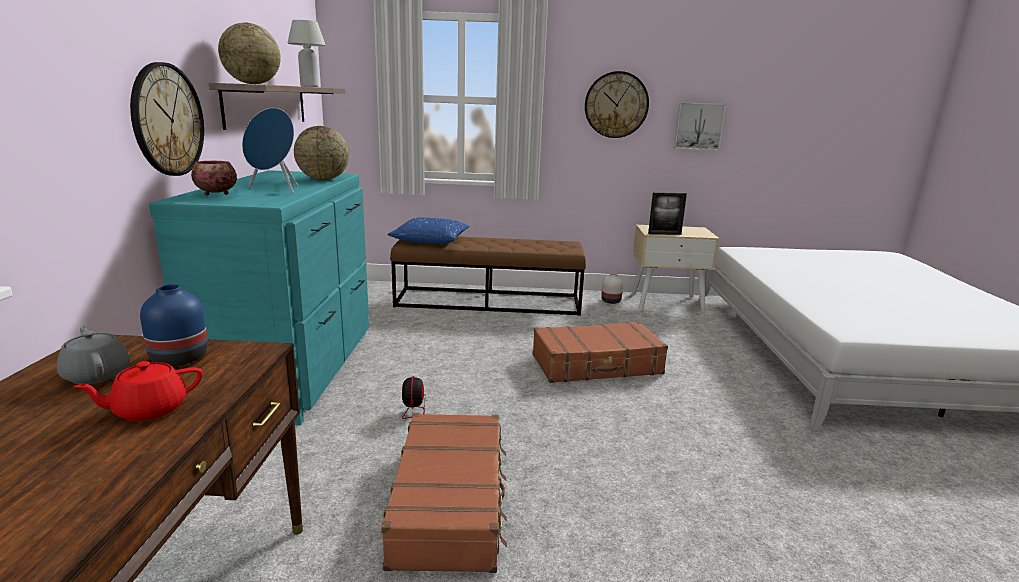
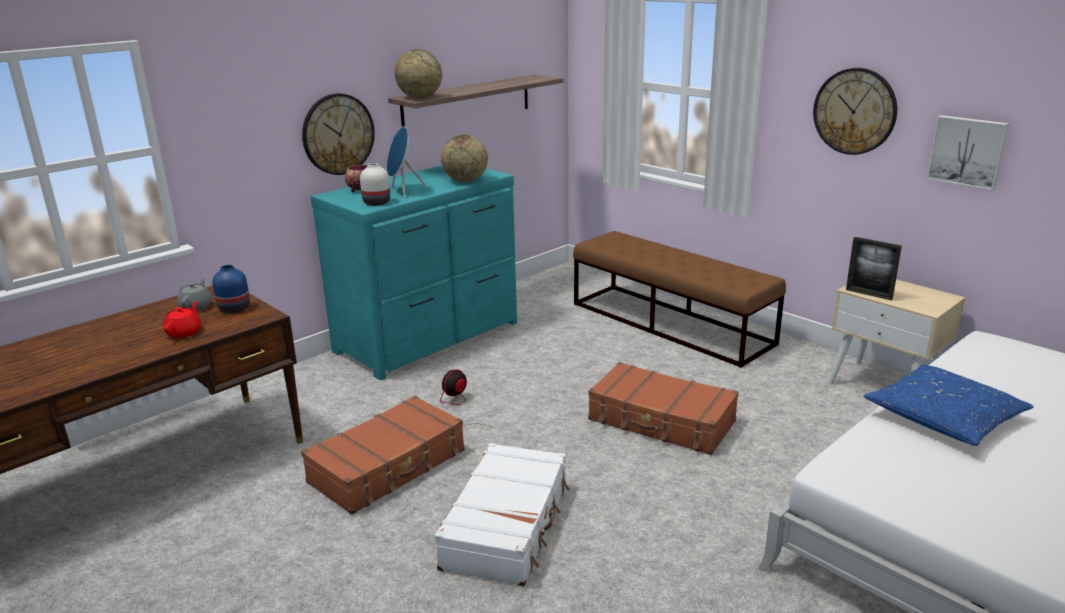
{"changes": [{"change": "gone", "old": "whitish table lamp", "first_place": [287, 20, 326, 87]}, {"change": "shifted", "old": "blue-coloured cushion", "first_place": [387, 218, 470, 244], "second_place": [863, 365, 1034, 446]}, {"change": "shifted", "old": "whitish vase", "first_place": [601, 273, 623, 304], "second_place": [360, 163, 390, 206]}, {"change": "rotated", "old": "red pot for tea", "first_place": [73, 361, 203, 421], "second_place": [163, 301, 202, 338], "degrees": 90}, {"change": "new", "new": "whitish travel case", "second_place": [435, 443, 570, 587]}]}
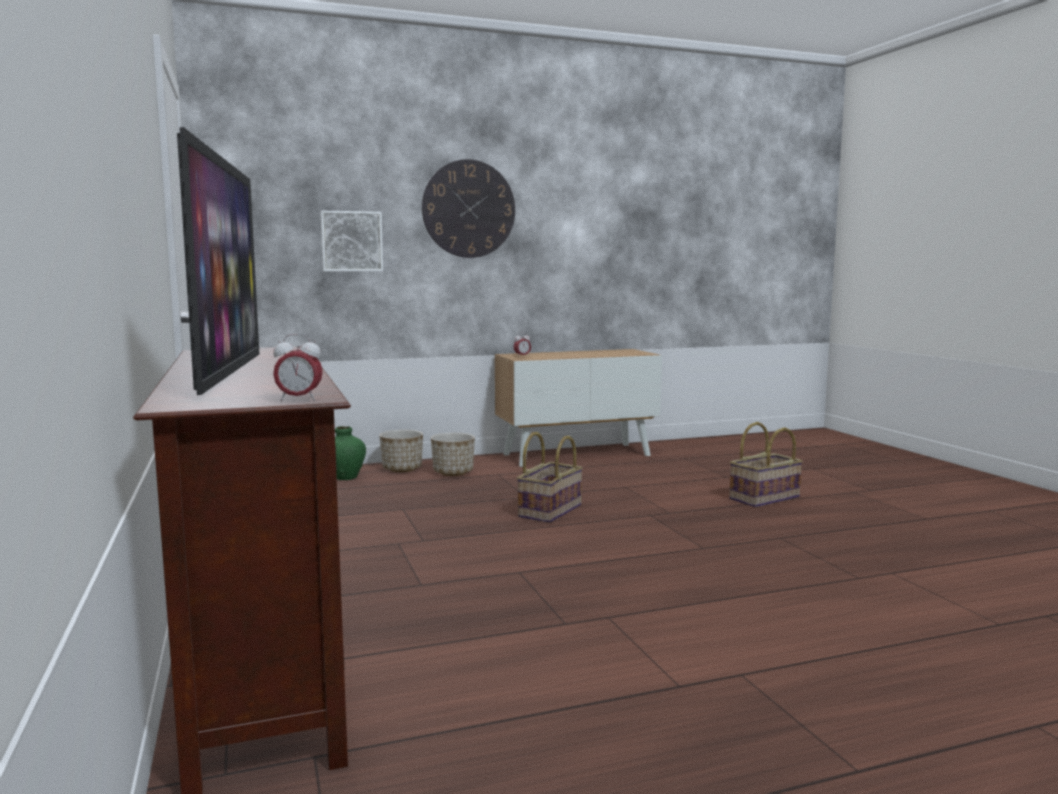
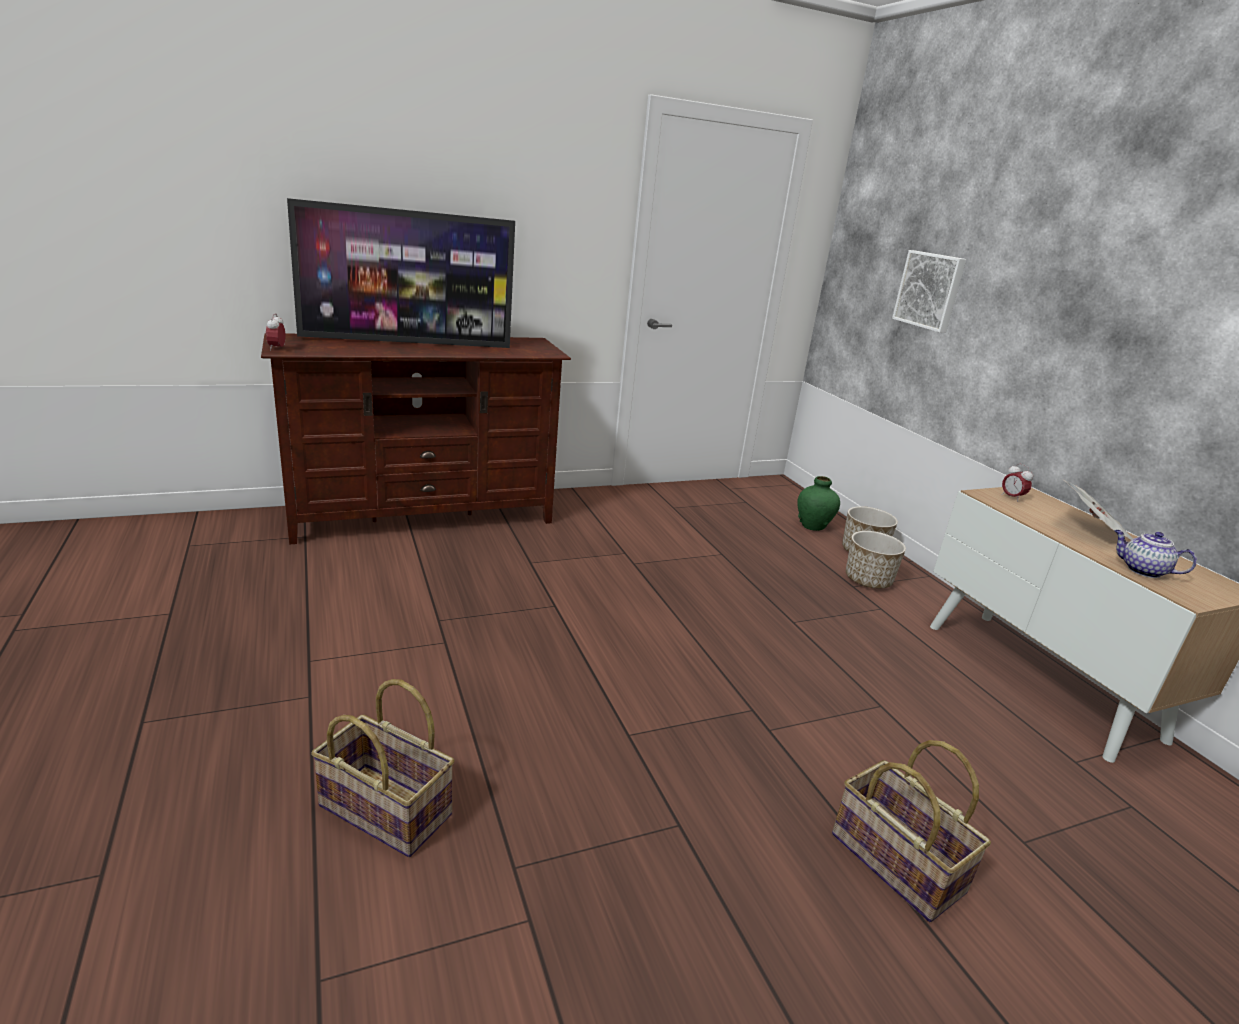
{"changes": [{"change": "gone", "old": "hanging clock", "first_place": [422, 159, 515, 258]}, {"change": "shifted", "old": "storage basket", "first_place": [517, 432, 583, 523], "second_place": [311, 679, 455, 857]}, {"change": "new", "new": "newspaper", "second_place": [1062, 479, 1133, 540]}, {"change": "new", "new": "pot for tea", "second_place": [1114, 530, 1197, 578]}]}
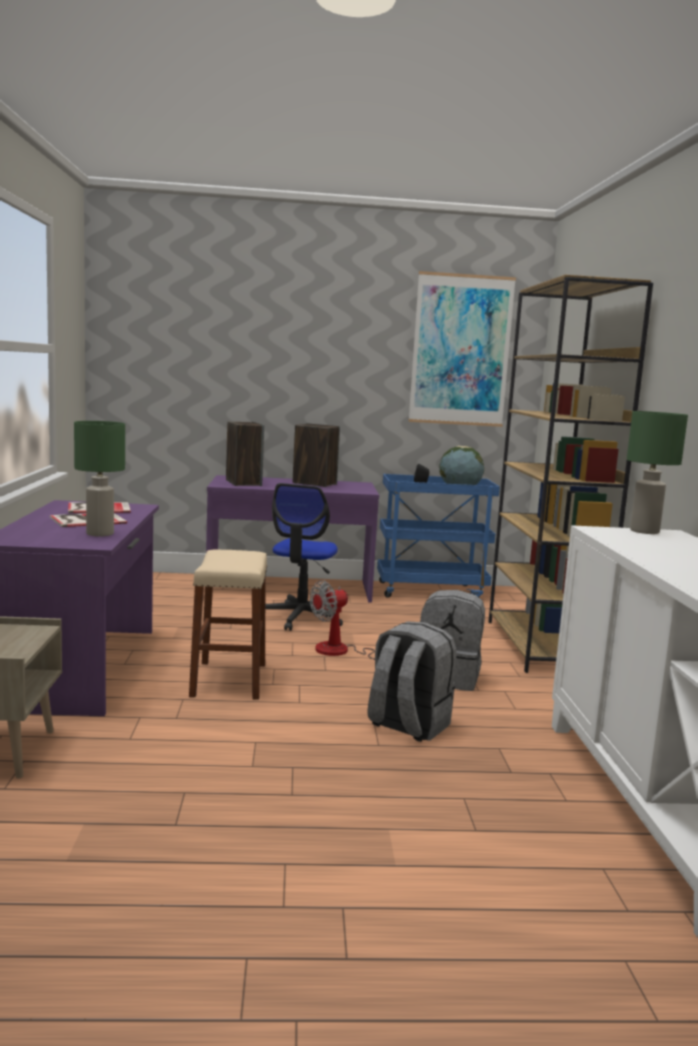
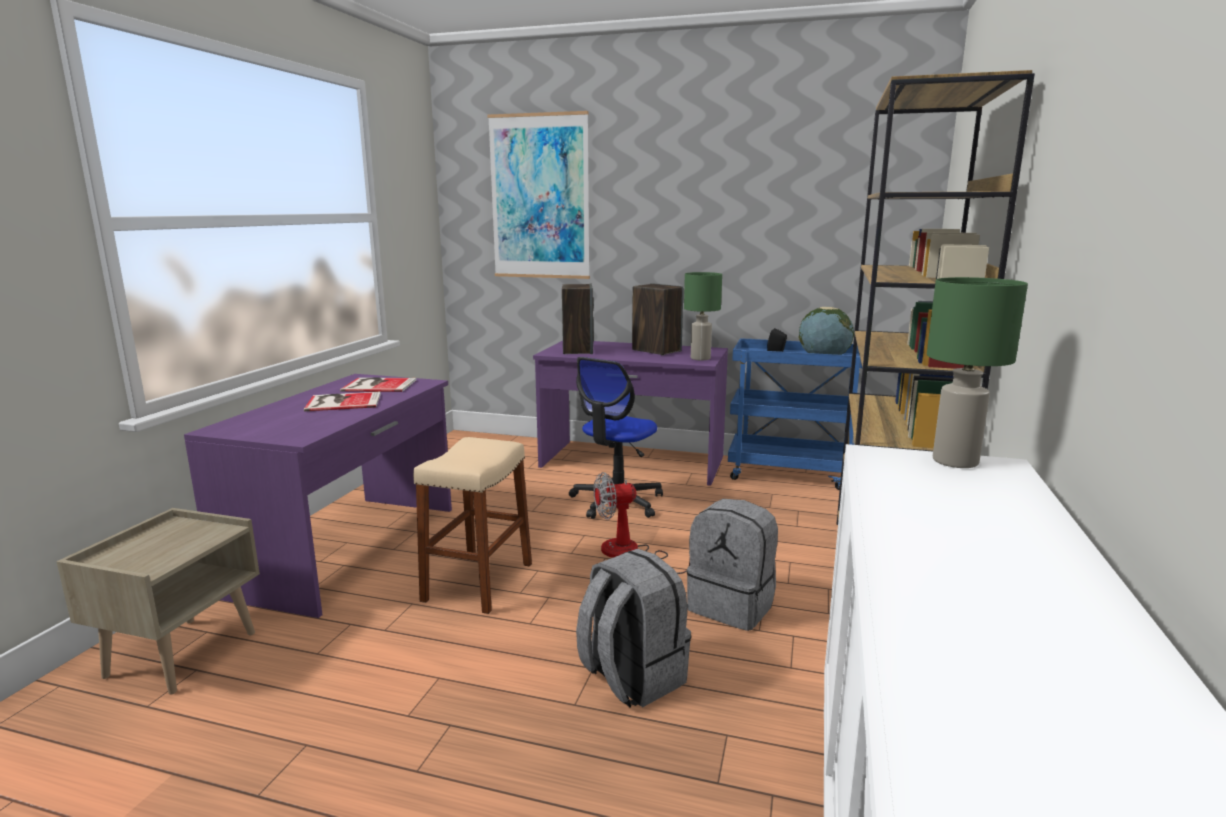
{"changes": [{"change": "shifted", "old": "wall picture", "first_place": [408, 271, 516, 427], "second_place": [488, 111, 590, 279]}, {"change": "shifted", "old": "green table lamp", "first_place": [74, 421, 125, 536], "second_place": [684, 272, 722, 360]}]}
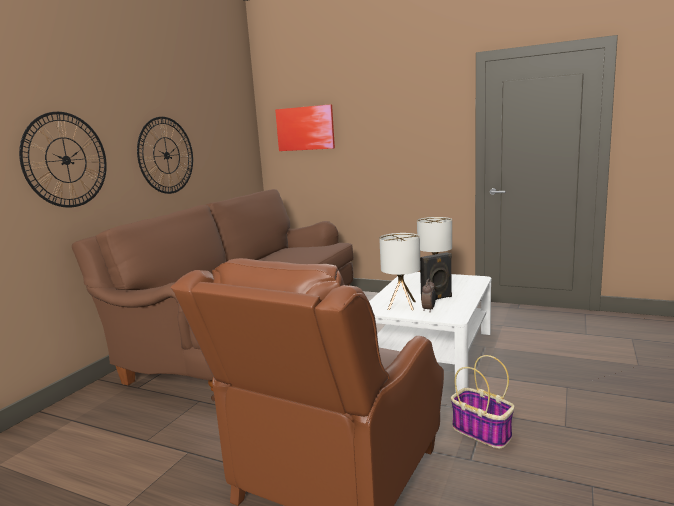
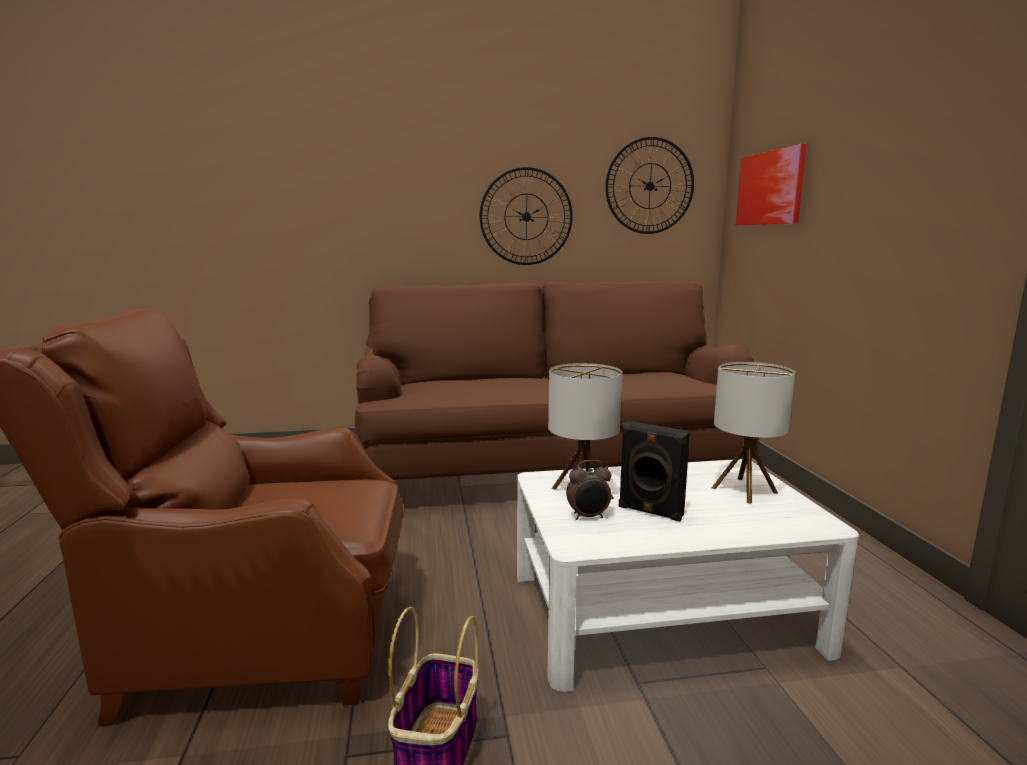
{"changes": [{"change": "shifted", "old": "hanging clock", "first_place": [19, 112, 107, 208], "second_place": [605, 137, 694, 234]}]}
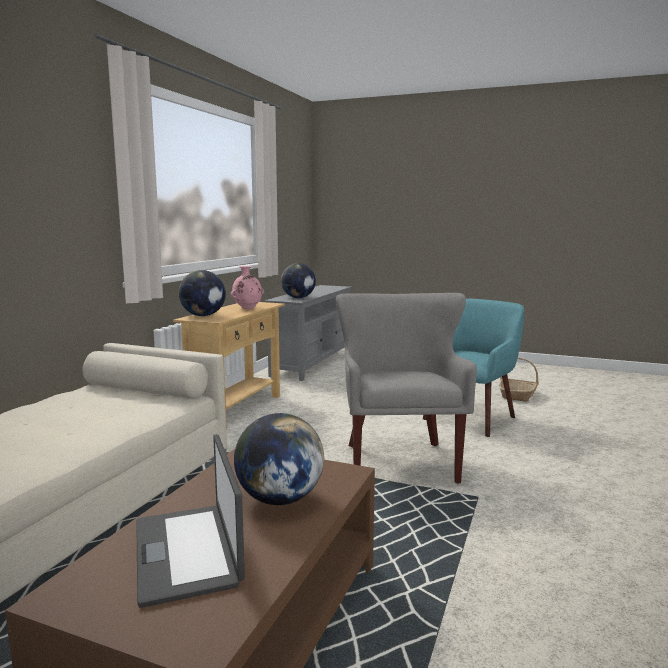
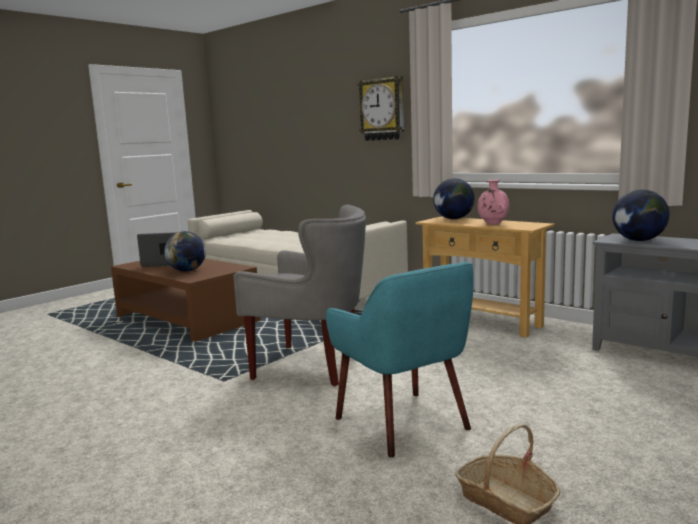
{"changes": [{"change": "new", "new": "hanging clock", "second_place": [357, 76, 404, 141]}]}
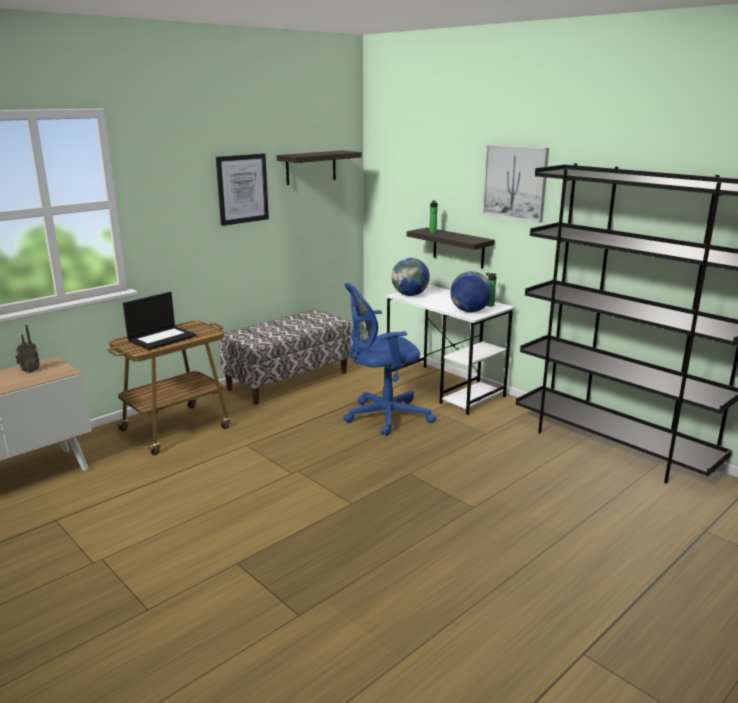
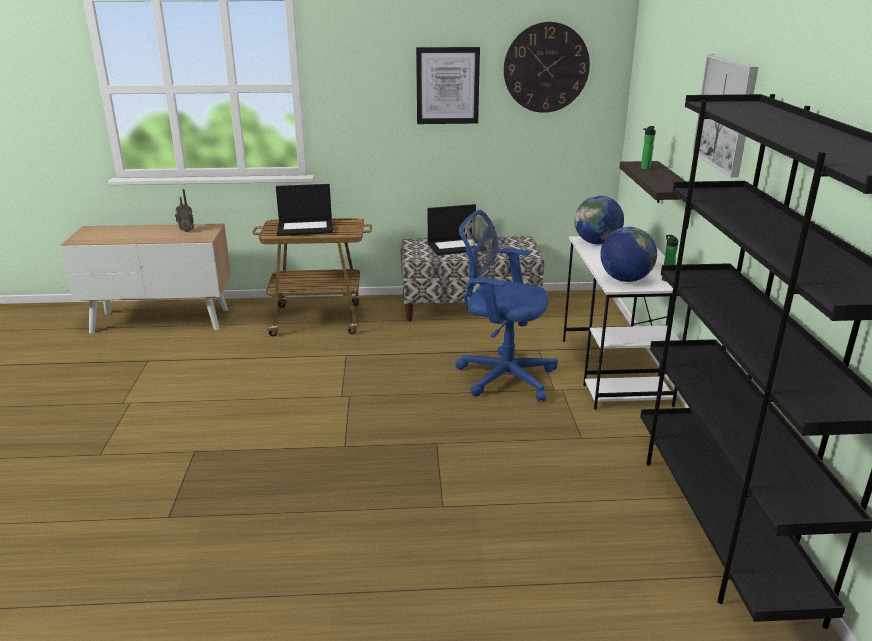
{"changes": [{"change": "swapped", "old": "shelf", "new": "hanging clock", "first_place": [277, 150, 362, 185], "second_place": [504, 22, 590, 113]}, {"change": "new", "new": "notebook computer", "second_place": [428, 204, 478, 255]}]}
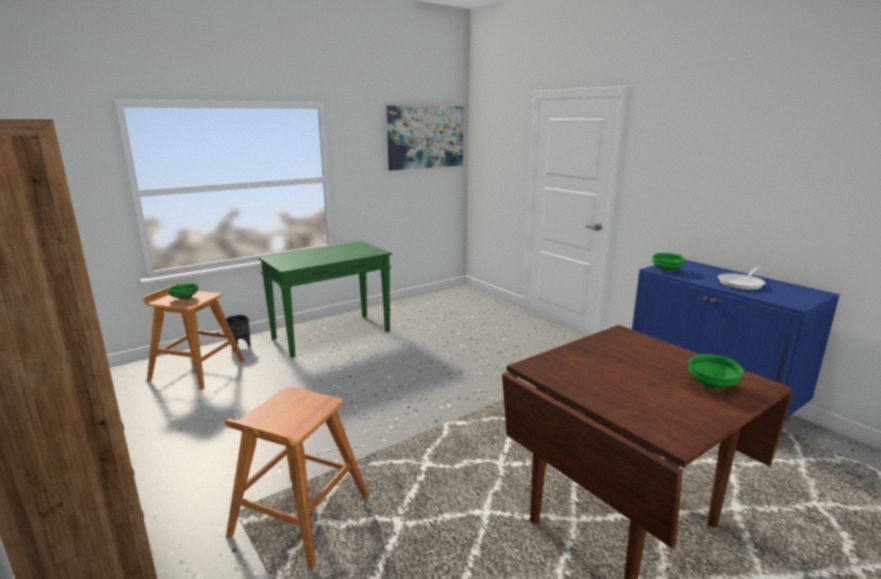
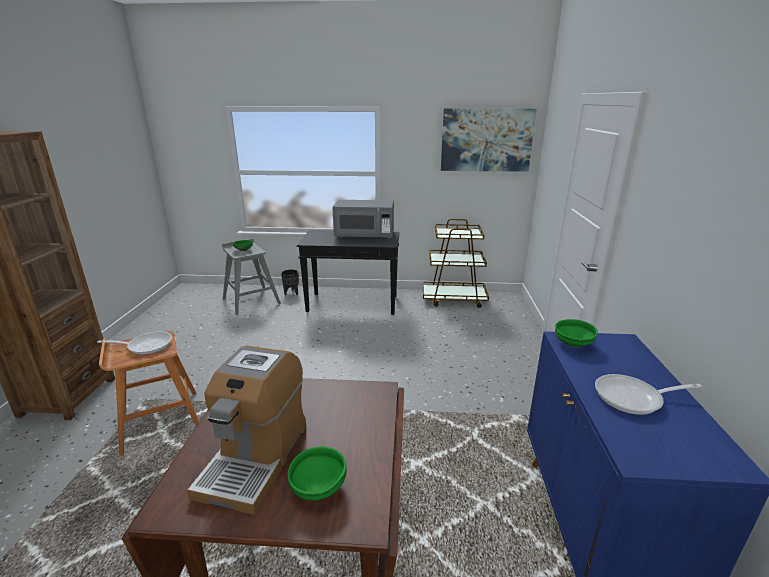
{"changes": [{"change": "repainted", "old": "green hall table", "new": "black-coloured hall table", "first_place": [258, 241, 392, 358], "second_place": [297, 230, 400, 315]}, {"change": "repainted", "old": "brownish stool", "new": "greyish stool", "first_place": [143, 284, 244, 390], "second_place": [222, 239, 281, 315]}, {"change": "new", "new": "greyish microwave oven", "second_place": [333, 200, 394, 239]}, {"change": "new", "new": "brownish trolley", "second_place": [423, 219, 489, 308]}, {"change": "new", "new": "skillet", "second_place": [97, 331, 172, 355]}, {"change": "new", "new": "coffee brewer", "second_place": [187, 346, 306, 515]}]}
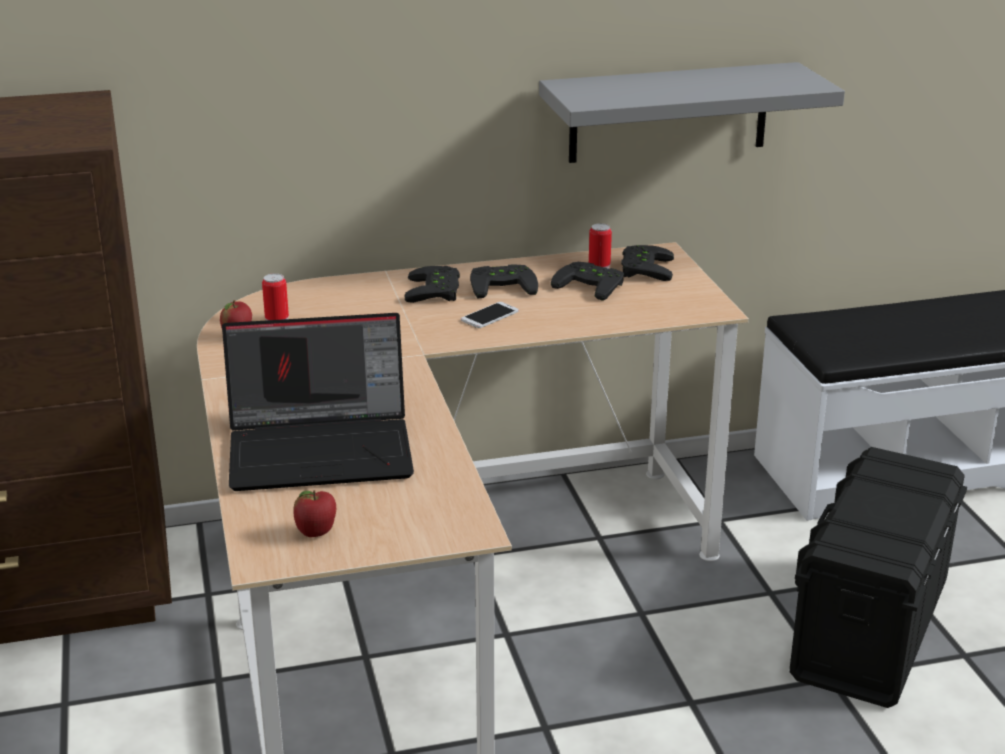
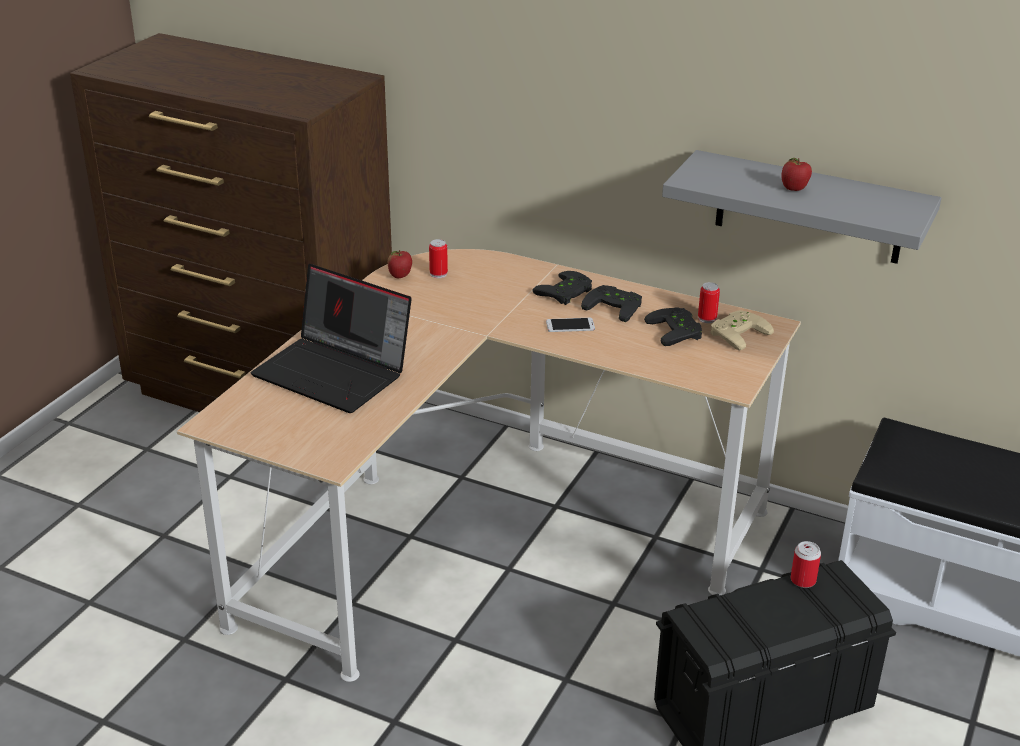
{"changes": [{"change": "repainted", "old": "black-coloured game controller", "new": "sand-coloured game controller", "first_place": [621, 245, 674, 281], "second_place": [710, 310, 774, 351]}, {"change": "shifted", "old": "apple fruit", "first_place": [293, 490, 336, 537], "second_place": [782, 158, 812, 191]}, {"change": "new", "new": "can", "second_place": [791, 541, 821, 588]}]}
